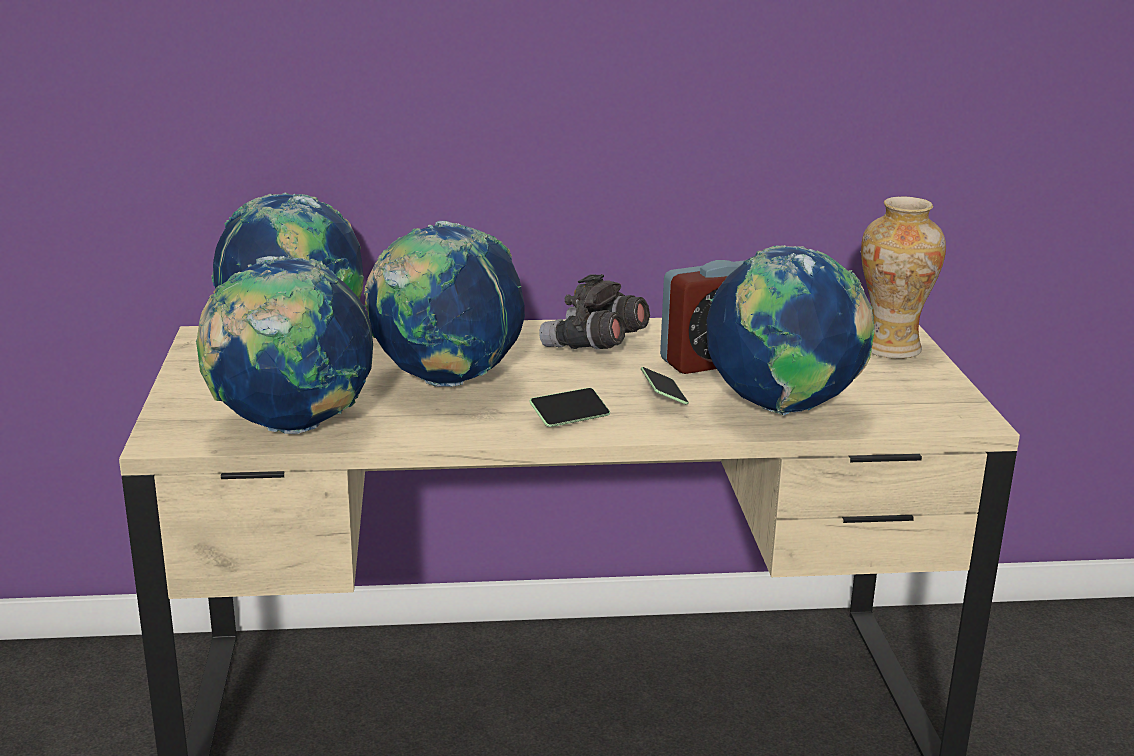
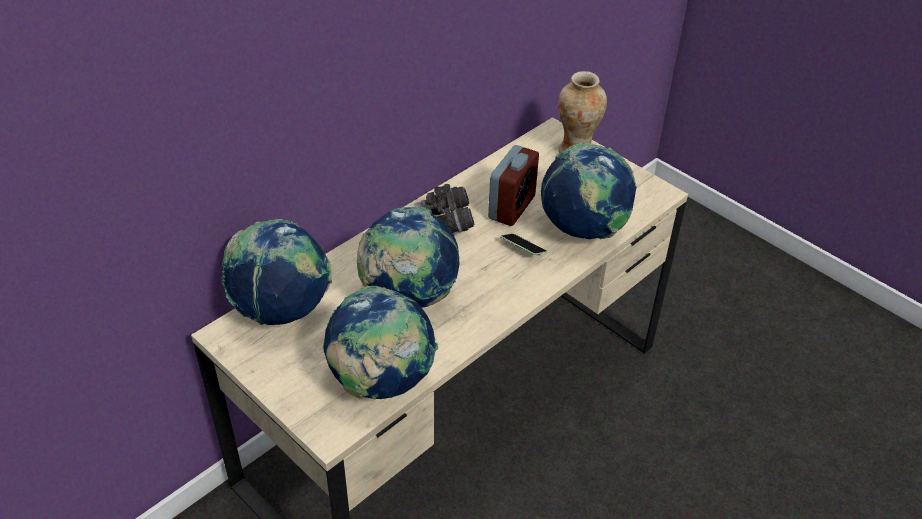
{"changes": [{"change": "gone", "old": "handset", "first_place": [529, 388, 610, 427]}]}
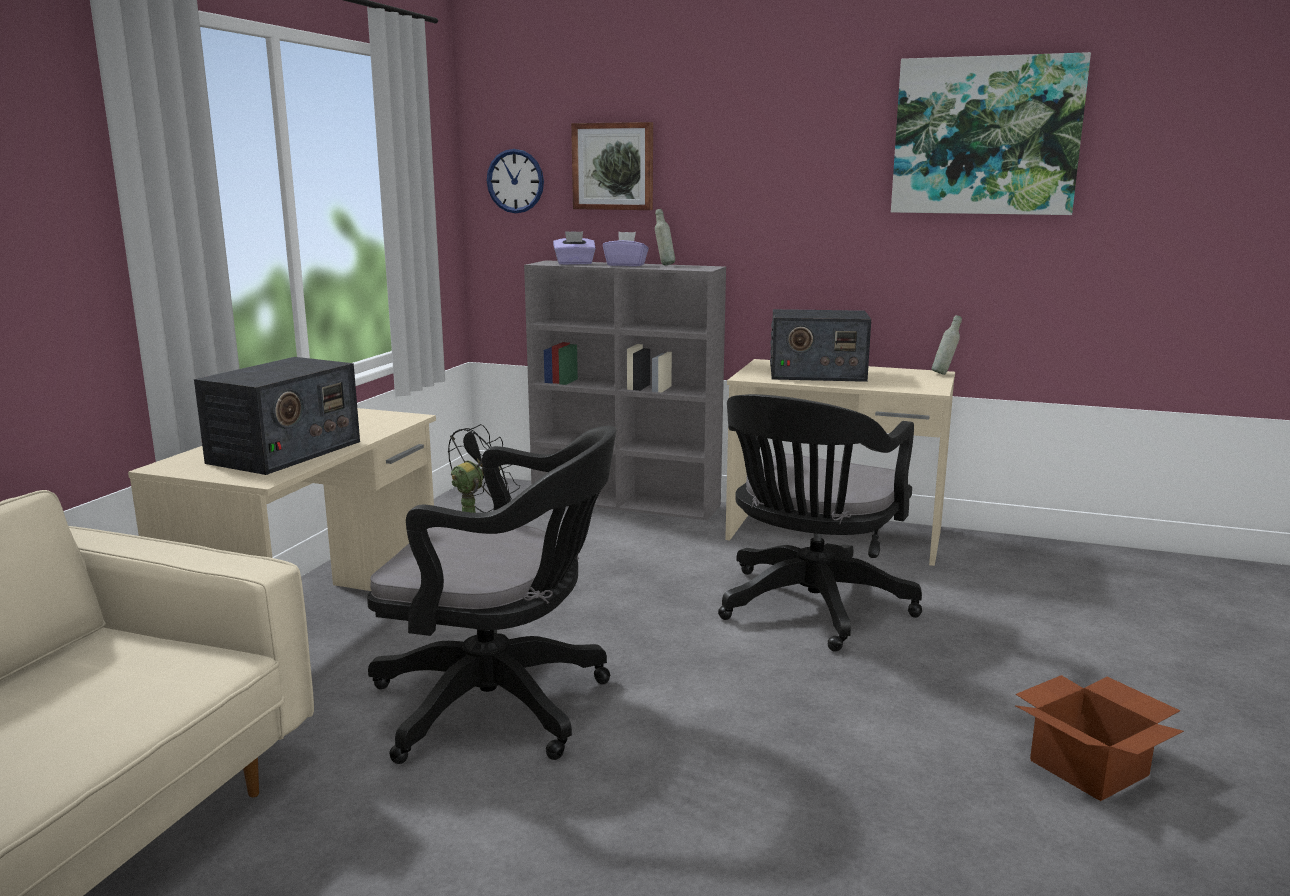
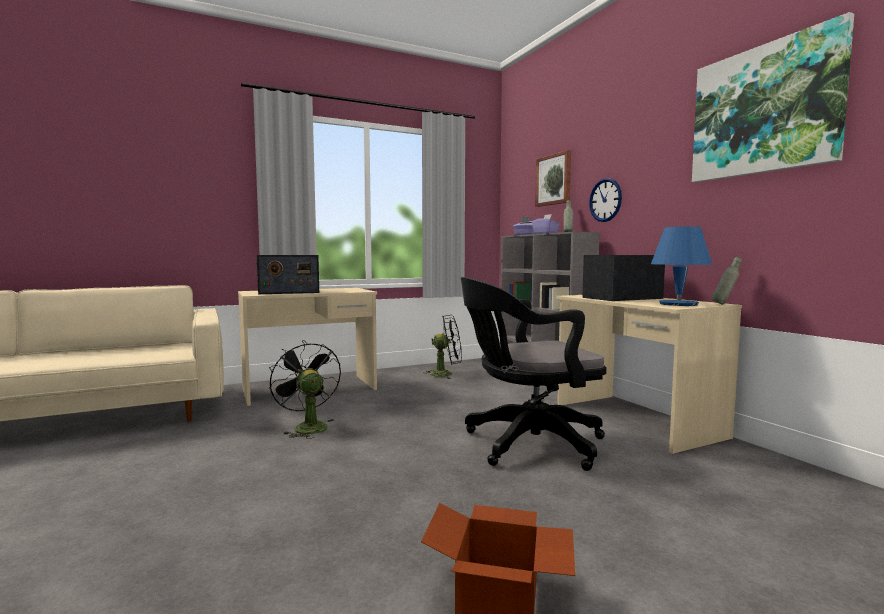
{"changes": [{"change": "shifted", "old": "hanging clock", "first_place": [487, 149, 544, 213], "second_place": [589, 178, 622, 222]}, {"change": "rotated", "old": "radio set", "first_place": [770, 309, 871, 382], "second_place": [582, 255, 665, 301], "degrees": 105}, {"change": "swapped", "old": "black-coloured computer chair", "new": "black-coloured electric fan", "first_place": [367, 426, 616, 764], "second_place": [269, 340, 341, 439]}, {"change": "new", "new": "blue-coloured table lamp", "second_place": [651, 226, 712, 306]}]}
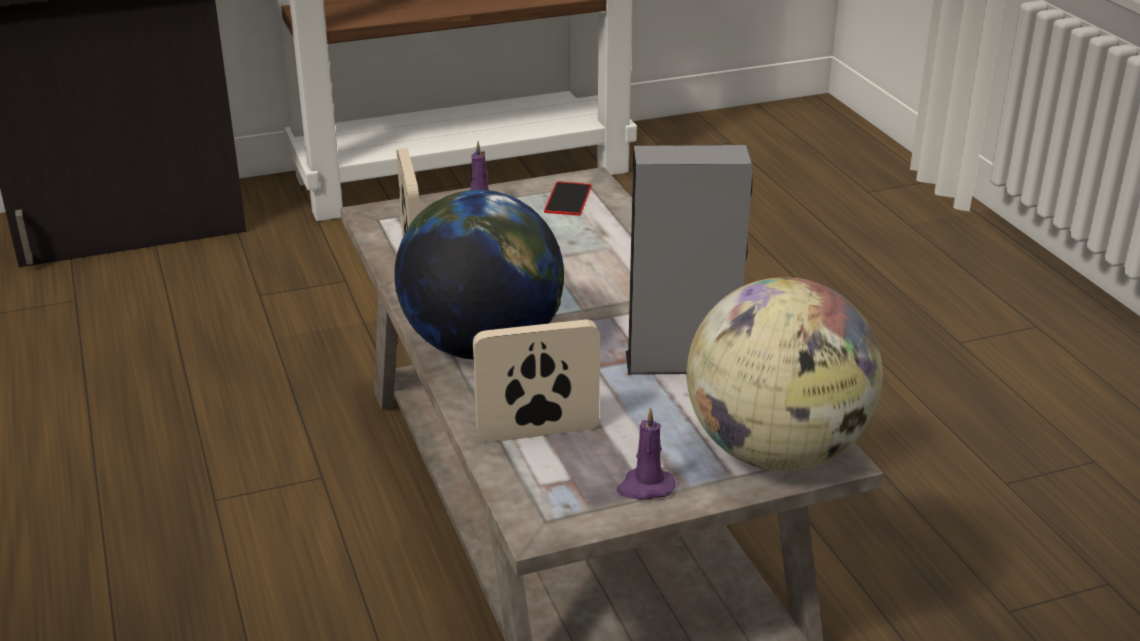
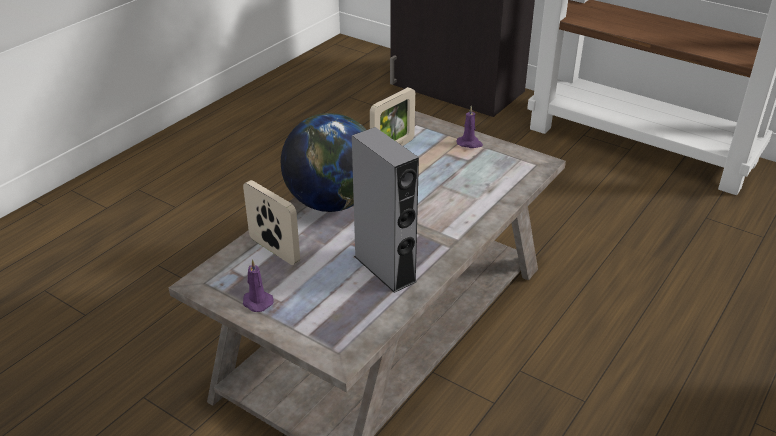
{"changes": [{"change": "gone", "old": "handset", "first_place": [544, 181, 592, 216]}, {"change": "gone", "old": "globe", "first_place": [687, 277, 883, 471]}]}
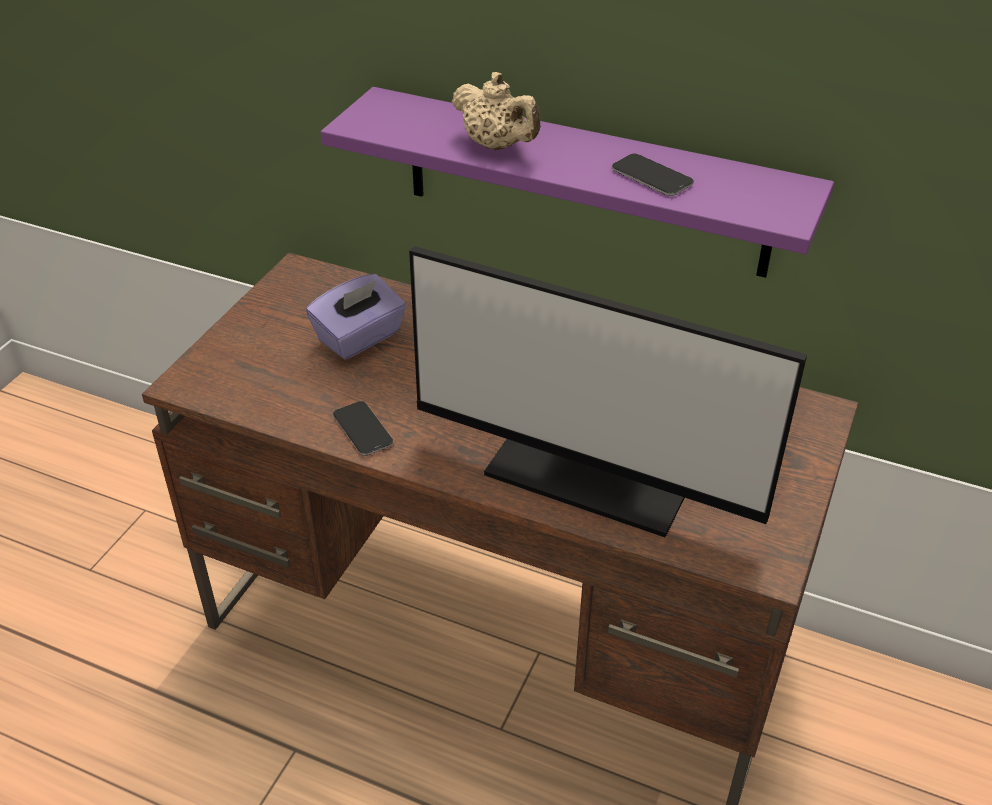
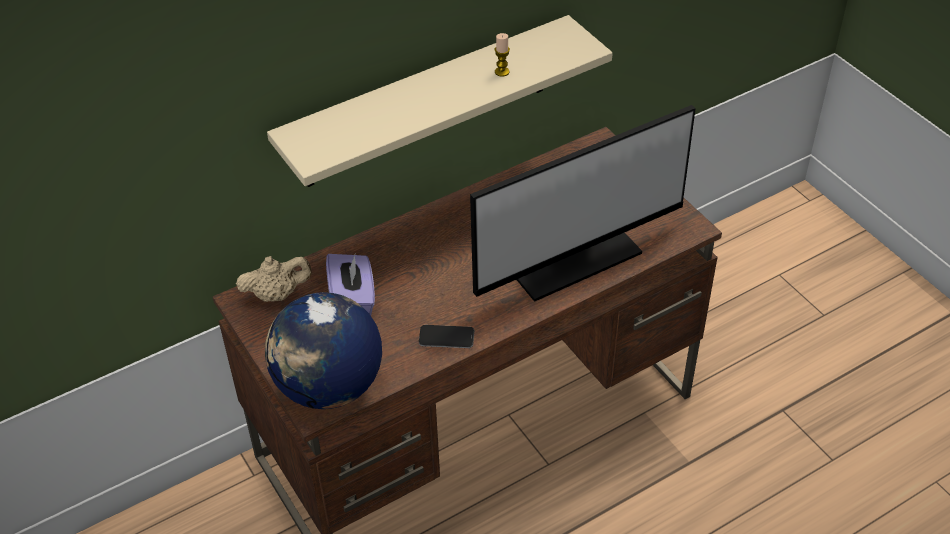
{"changes": [{"change": "shifted", "old": "sand-coloured pot for tea", "first_place": [452, 72, 541, 150], "second_place": [236, 256, 312, 302]}, {"change": "repainted", "old": "purple-coloured shelf", "new": "sand-coloured shelf", "first_place": [321, 87, 834, 278], "second_place": [267, 15, 613, 187]}, {"change": "swapped", "old": "handset", "new": "candle", "first_place": [612, 154, 694, 196], "second_place": [495, 33, 510, 77]}, {"change": "new", "new": "globe", "second_place": [265, 292, 382, 409]}]}
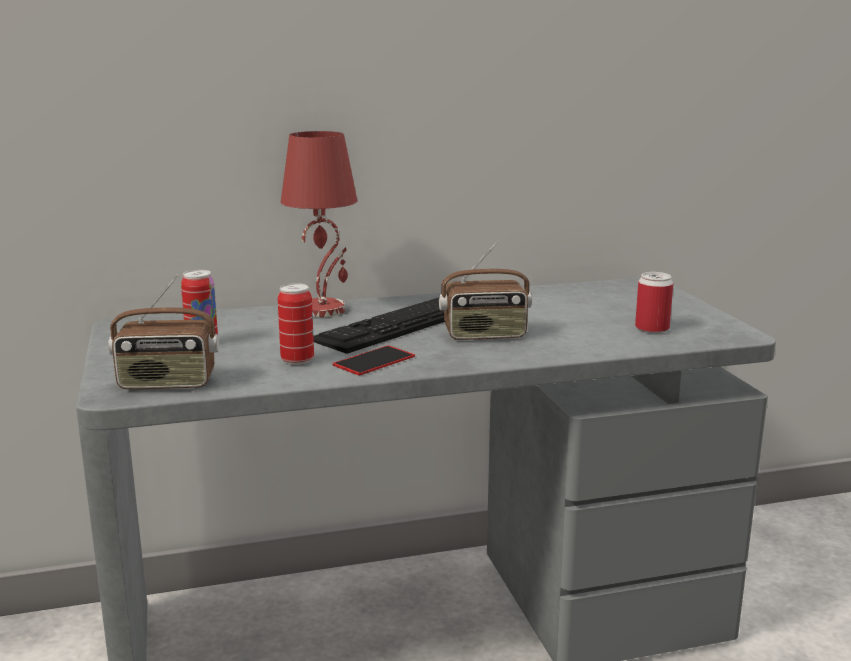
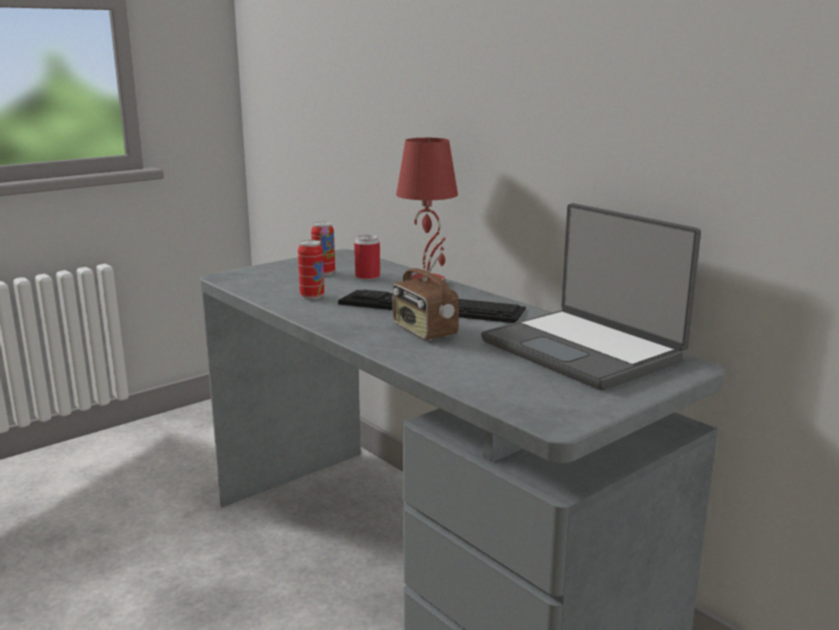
{"changes": [{"change": "shifted", "old": "can", "first_place": [635, 272, 673, 333], "second_place": [354, 235, 380, 280]}, {"change": "gone", "old": "radio set", "first_place": [108, 274, 219, 389]}, {"change": "gone", "old": "handset", "first_place": [333, 345, 415, 375]}, {"change": "new", "new": "notebook computer", "second_place": [481, 203, 701, 390]}]}
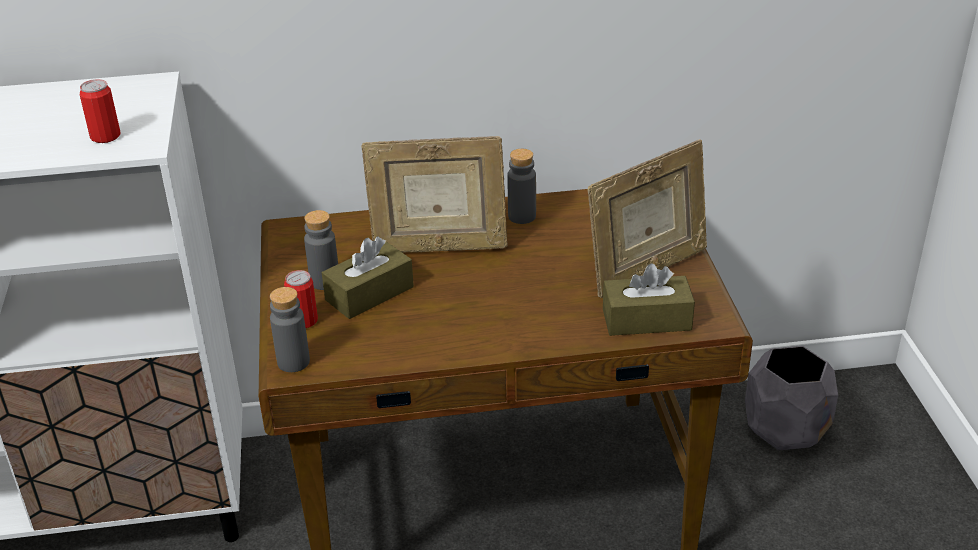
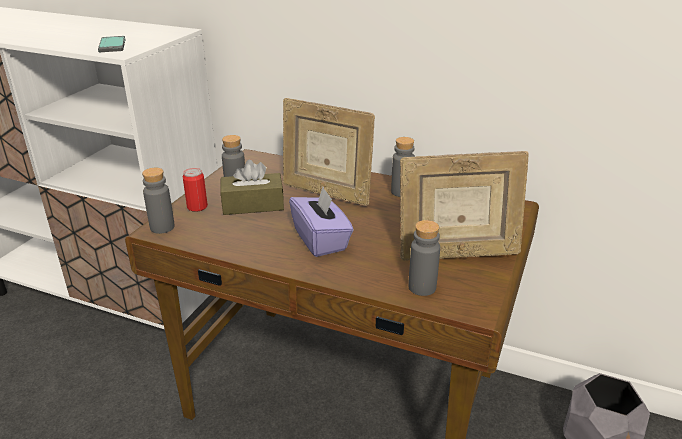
{"changes": [{"change": "swapped", "old": "can", "new": "handset", "first_place": [80, 79, 120, 143], "second_place": [98, 36, 126, 52]}, {"change": "swapped", "old": "brownish tissue holder", "new": "greyish drink bottle", "first_place": [603, 263, 695, 336], "second_place": [408, 220, 440, 296]}, {"change": "new", "new": "purple-coloured tissue holder", "second_place": [289, 187, 354, 257]}]}
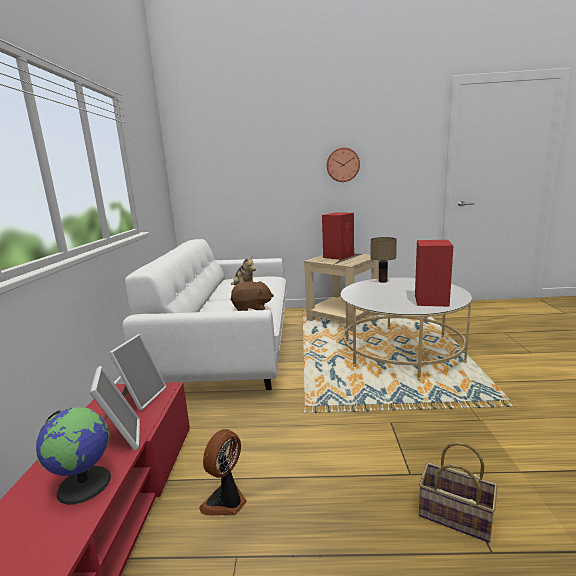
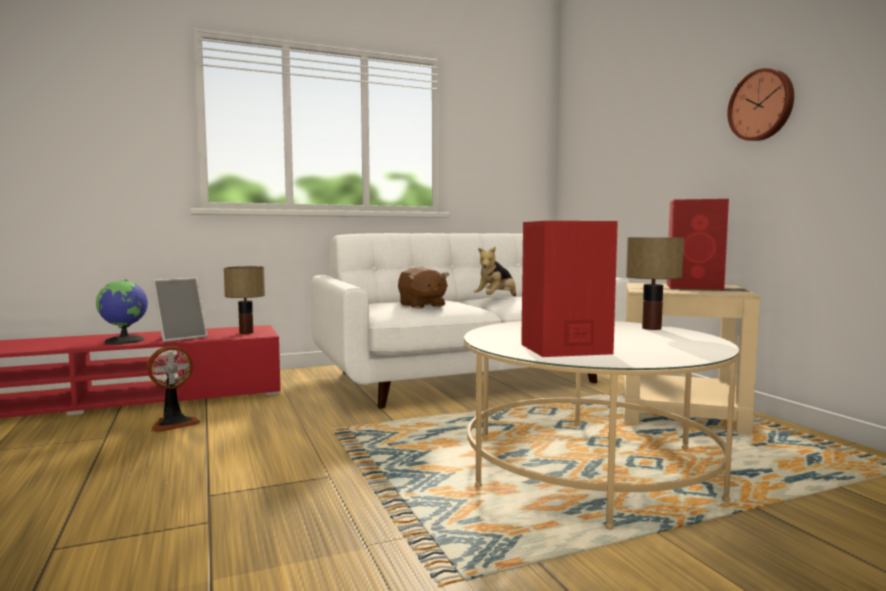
{"changes": [{"change": "swapped", "old": "photo frame", "new": "table lamp", "first_place": [109, 334, 167, 411], "second_place": [224, 266, 265, 334]}, {"change": "rotated", "old": "electric fan", "first_place": [199, 429, 247, 515], "second_place": [147, 345, 200, 432], "degrees": 135}, {"change": "gone", "old": "storage basket", "first_place": [419, 442, 498, 543]}]}
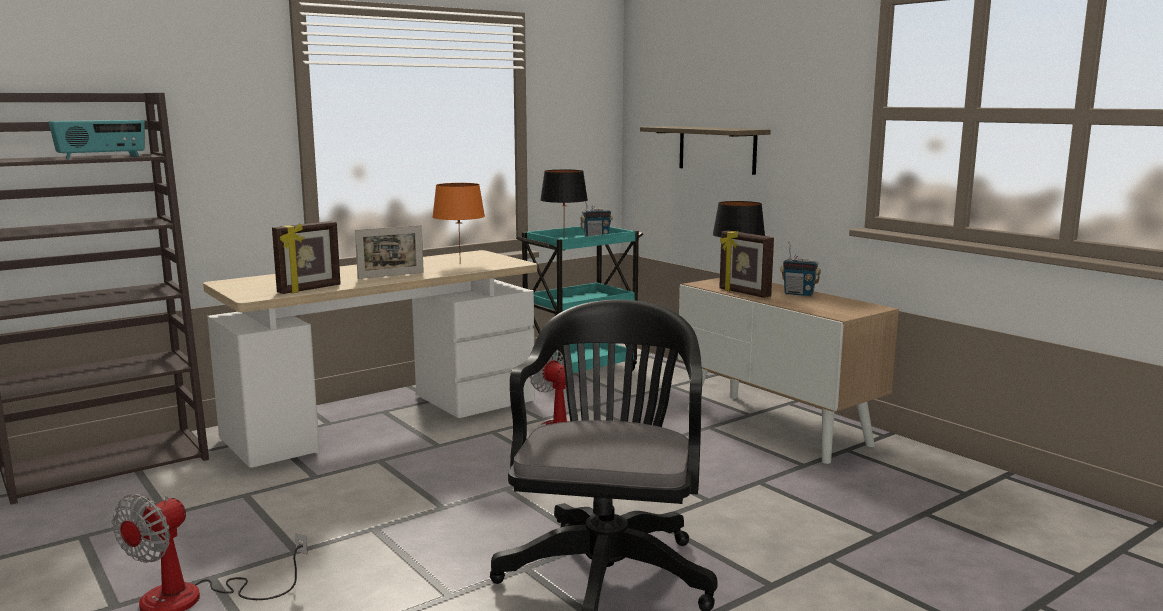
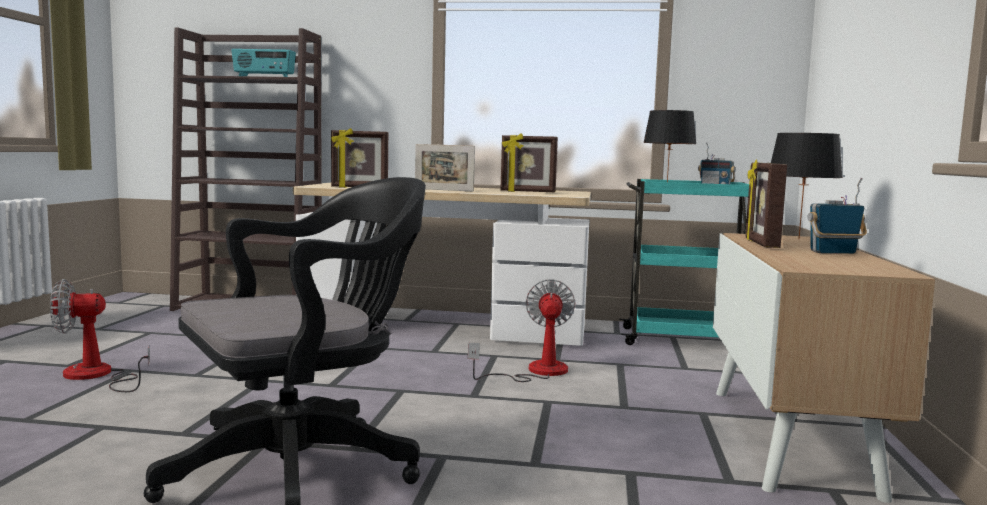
{"changes": [{"change": "gone", "old": "shelf", "first_place": [640, 126, 771, 175]}, {"change": "swapped", "old": "orange-coloured table lamp", "new": "photo frame", "first_place": [432, 183, 485, 264], "second_place": [500, 134, 558, 192]}, {"change": "rotated", "old": "radio set", "first_place": [780, 242, 821, 296], "second_place": [808, 178, 867, 254], "degrees": 105}]}
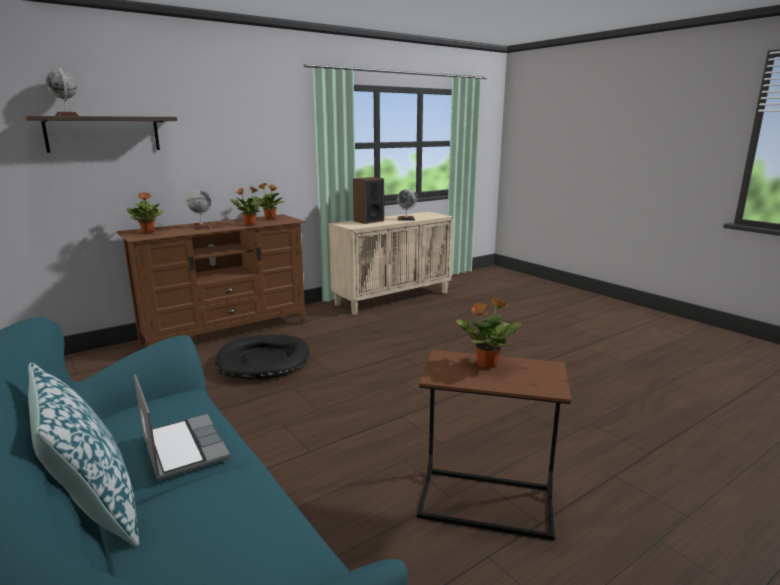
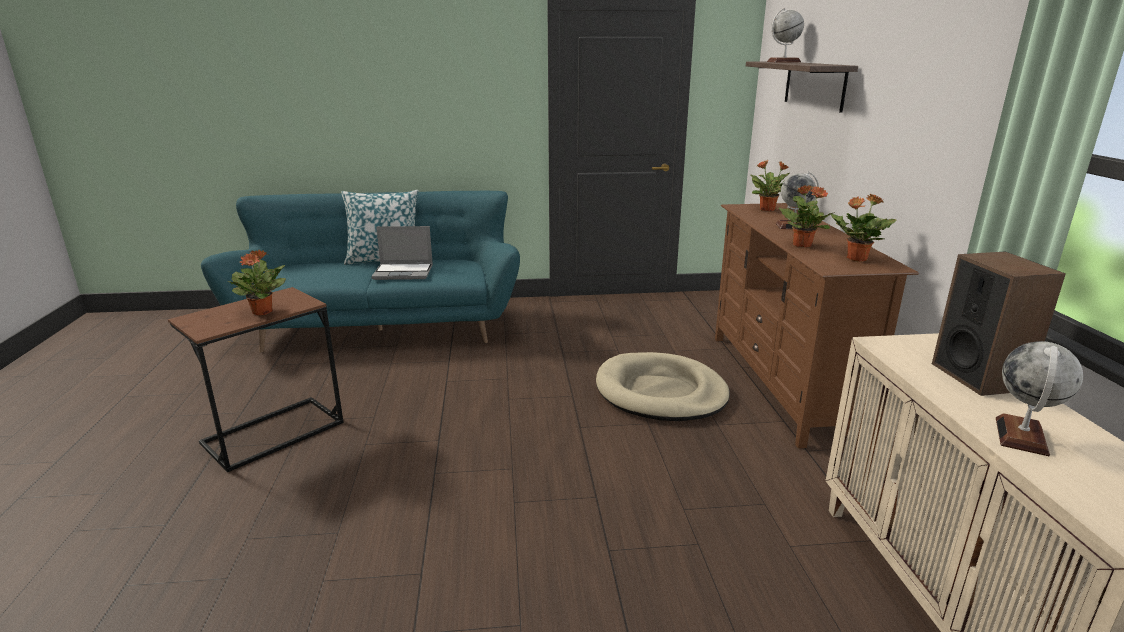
{"changes": [{"change": "repainted", "old": "black-coloured dog cushion", "new": "sand-coloured dog cushion", "first_place": [215, 335, 309, 380], "second_place": [596, 352, 730, 421]}]}
